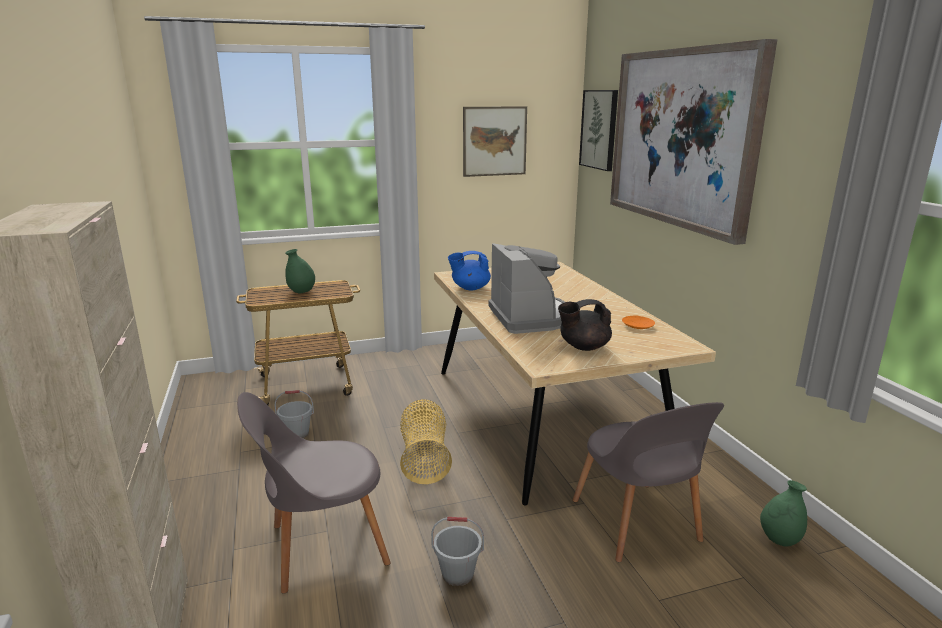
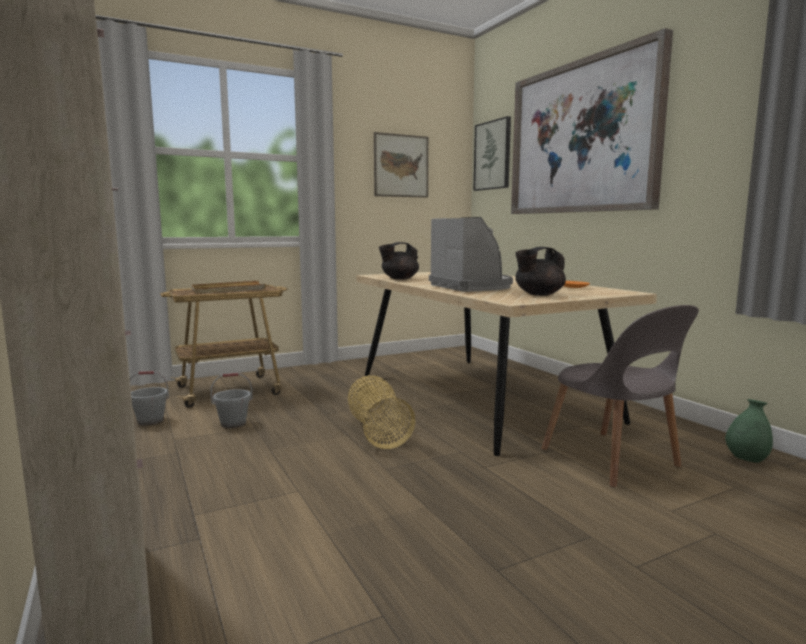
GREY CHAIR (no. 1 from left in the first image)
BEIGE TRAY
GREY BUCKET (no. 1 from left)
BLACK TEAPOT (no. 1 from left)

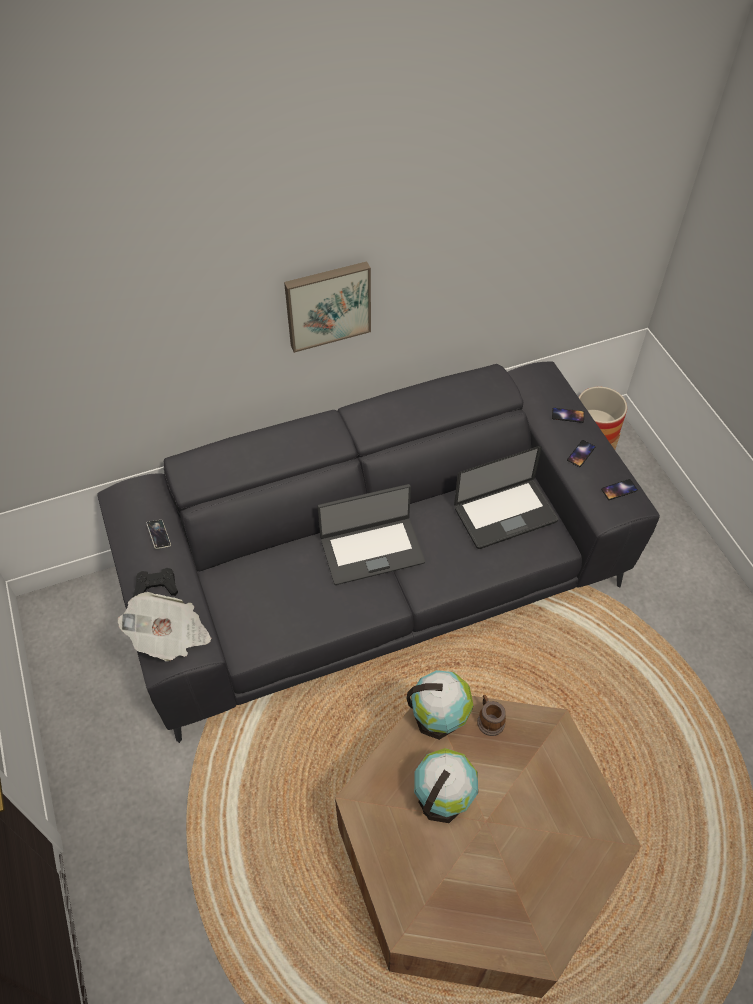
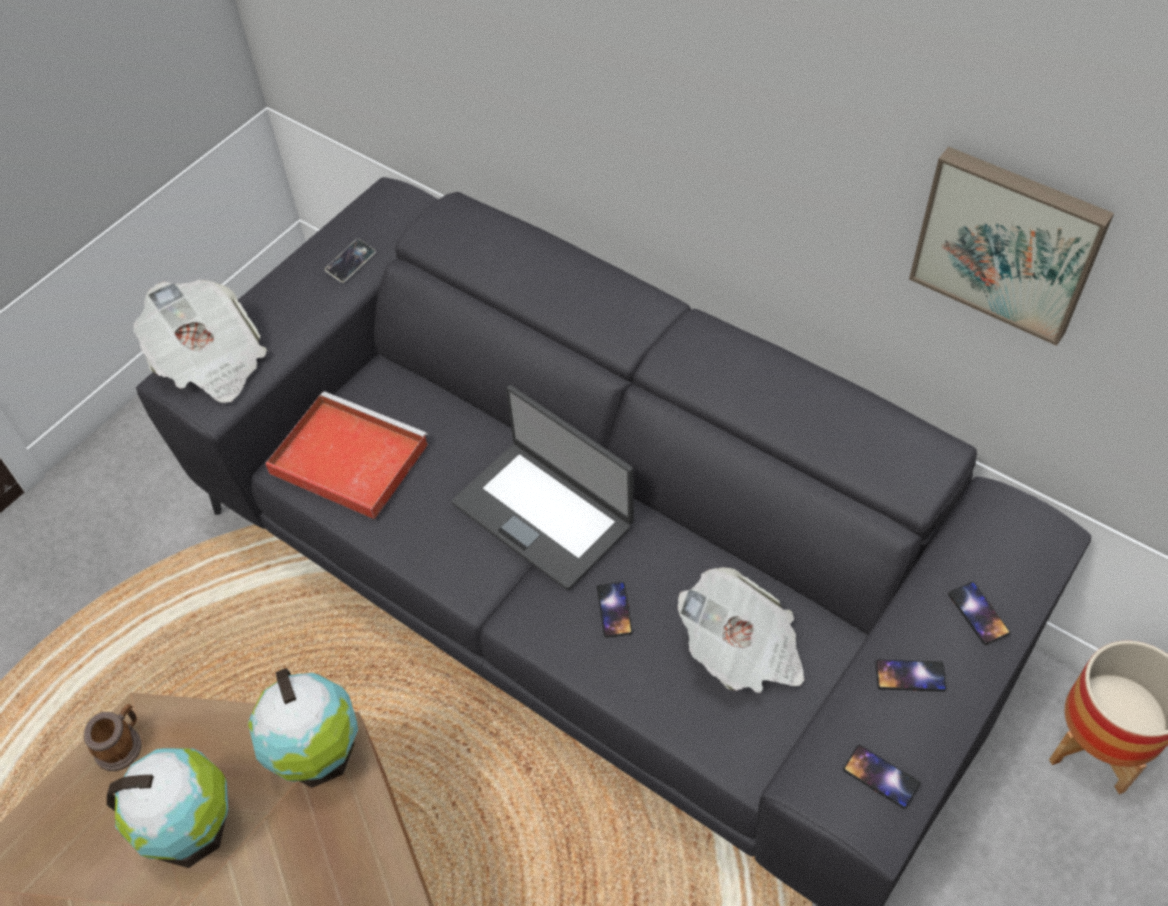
BLACK GAME CONTROLLER
PICTURE
NEWSPAPER (no. 2 from left)
MUG
RED TRAY
PHONE (no. 2 from left)

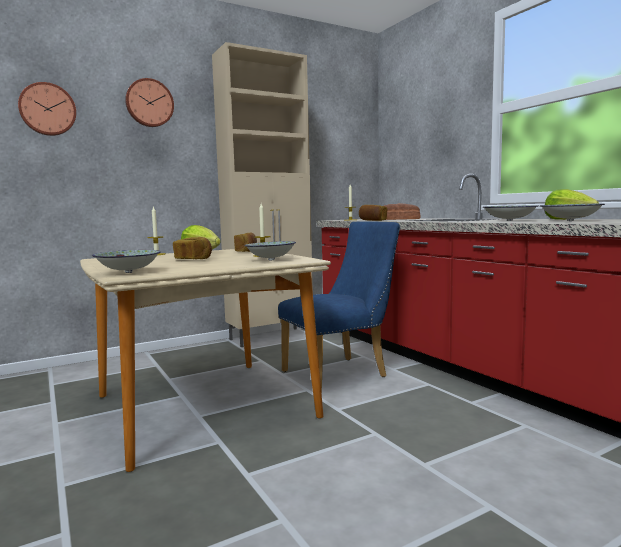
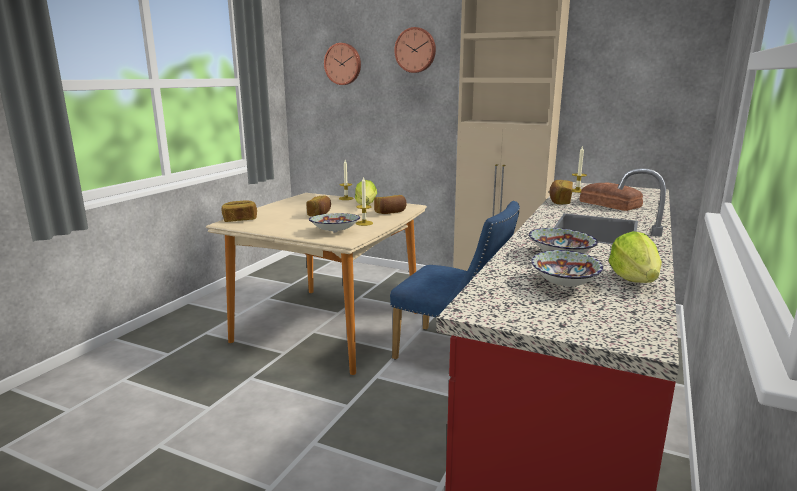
BREAD (no. 1 from left)

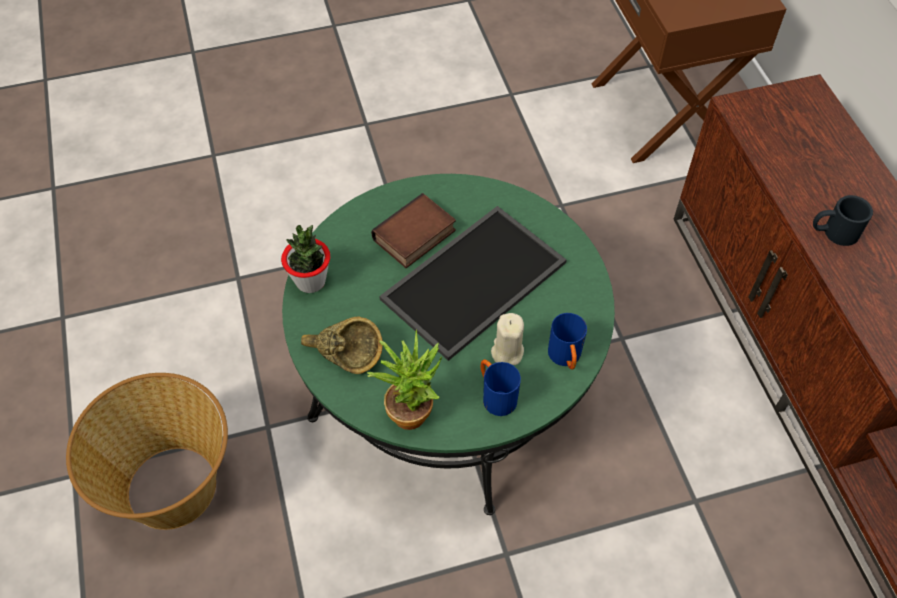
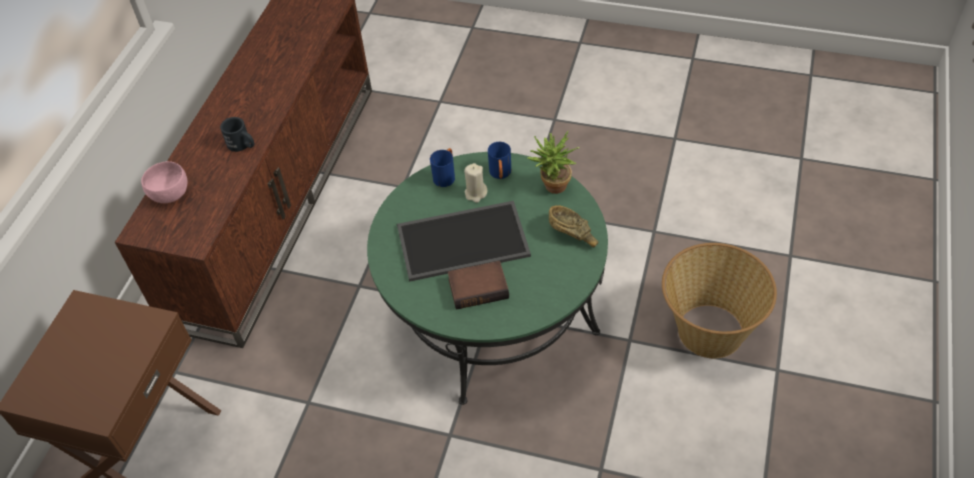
POTTED PLANT (no. 1 from left in the first image)
PINK BOWL

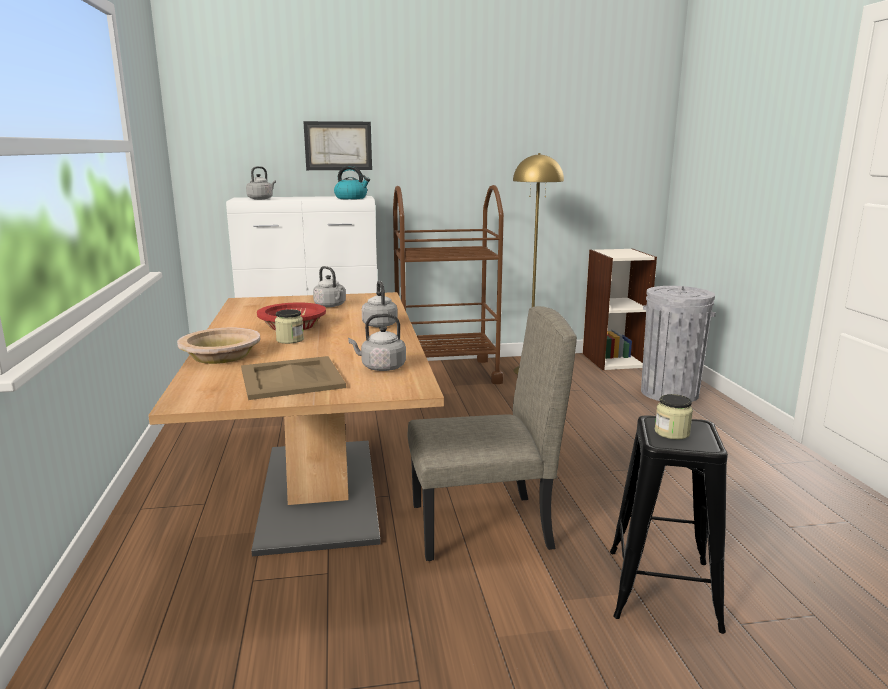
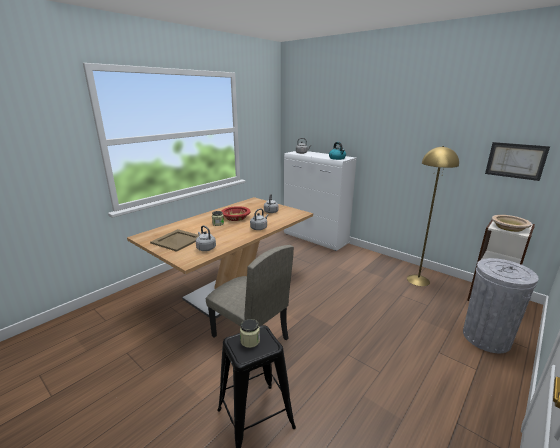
BEIGE BOWL
PICTURE
BROWN CART

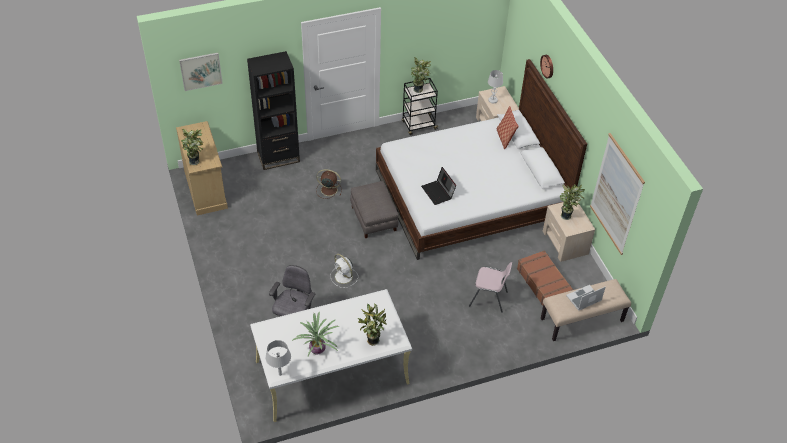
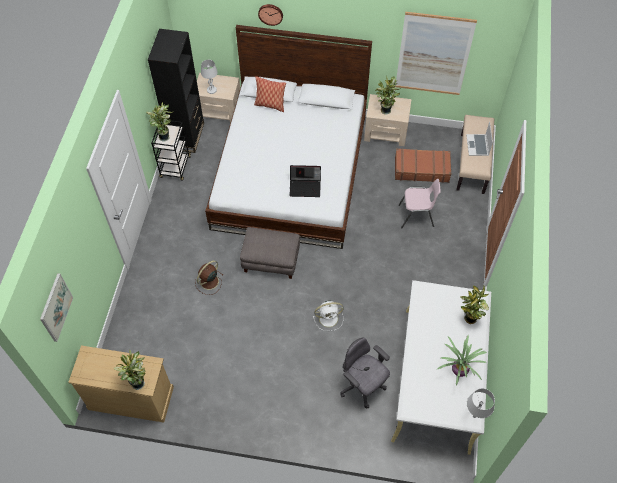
BLACK BOOKCASE
PINK CHAIR

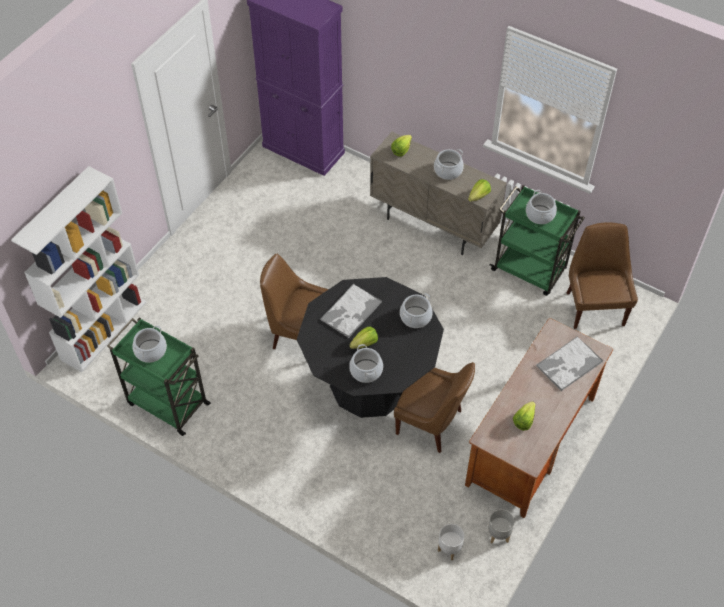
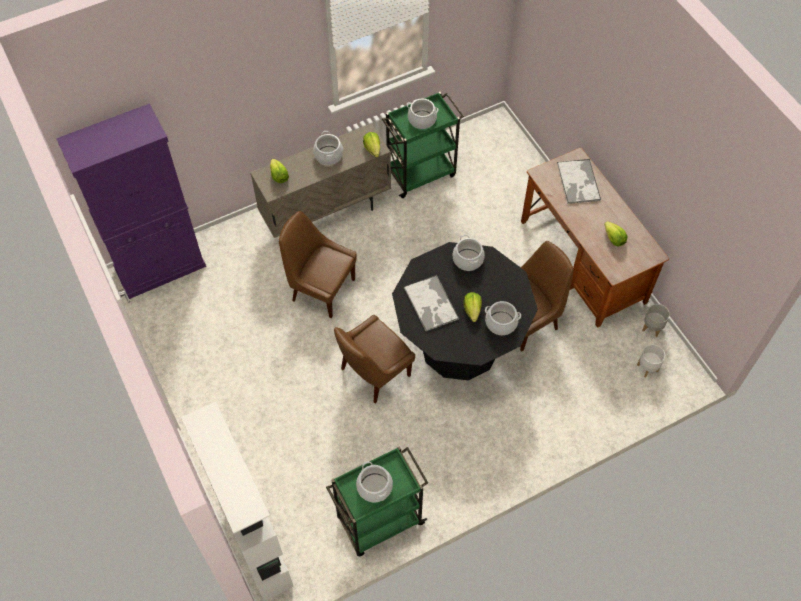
BROWN CHAIR (no. 1 from left)

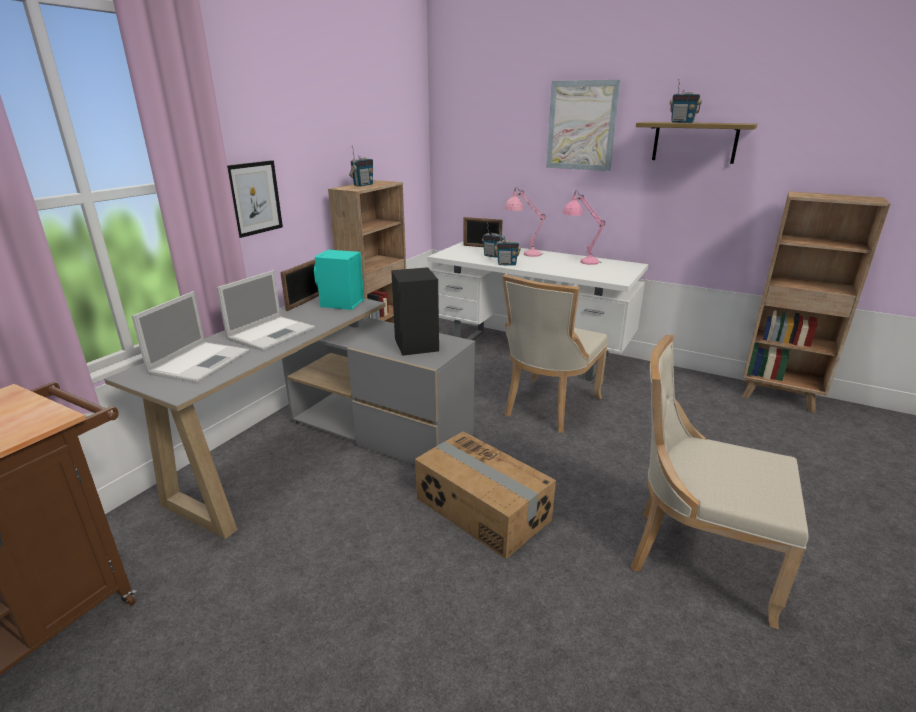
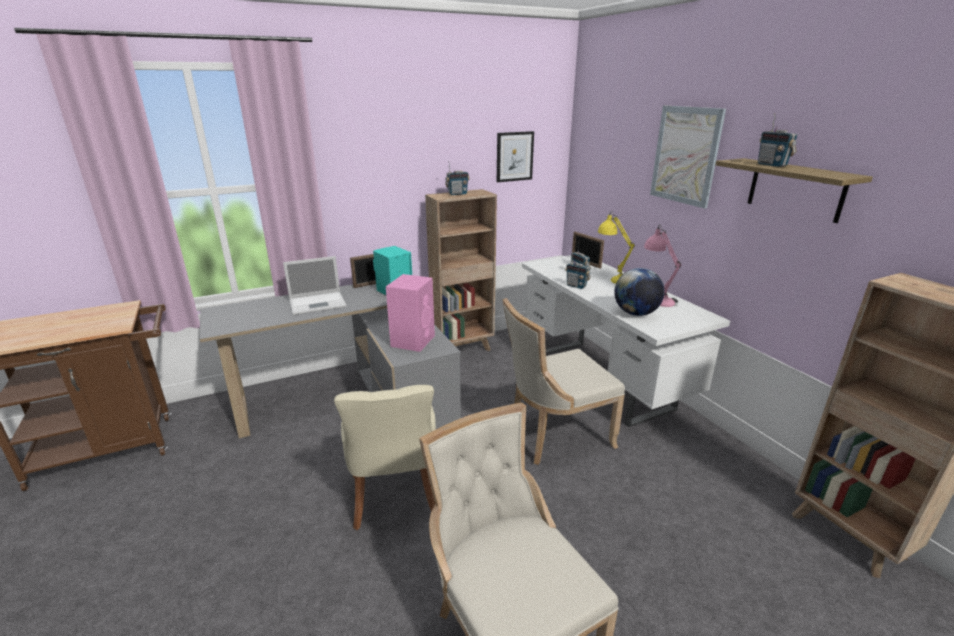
LAPTOP (no. 1 from left in the first image)
PICTURE (no. 1 from left)
PINK SPEAKER
BEIGE CHAIR (no. 1 from left)
YELLOW TABLE LAMP
GLOBE

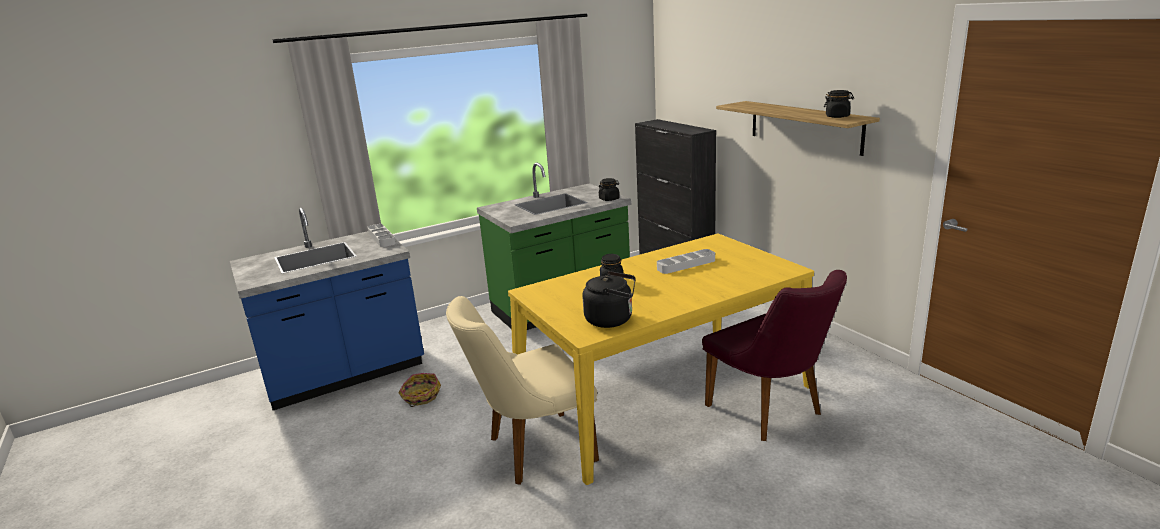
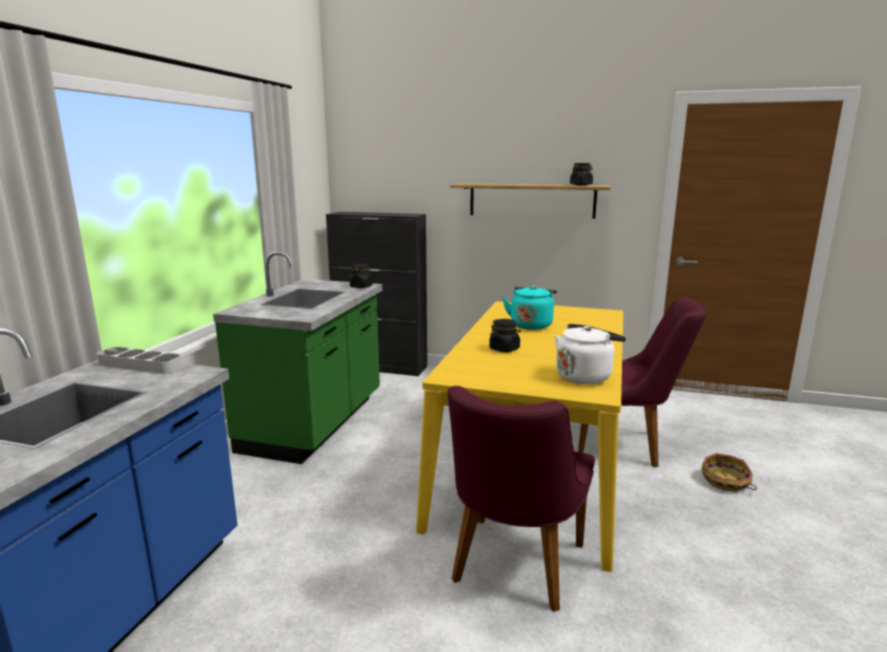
BASKET
PURPLE CHAIR (no. 1 from left)
WHITE KETTLE
TURQUOISE KETTLE

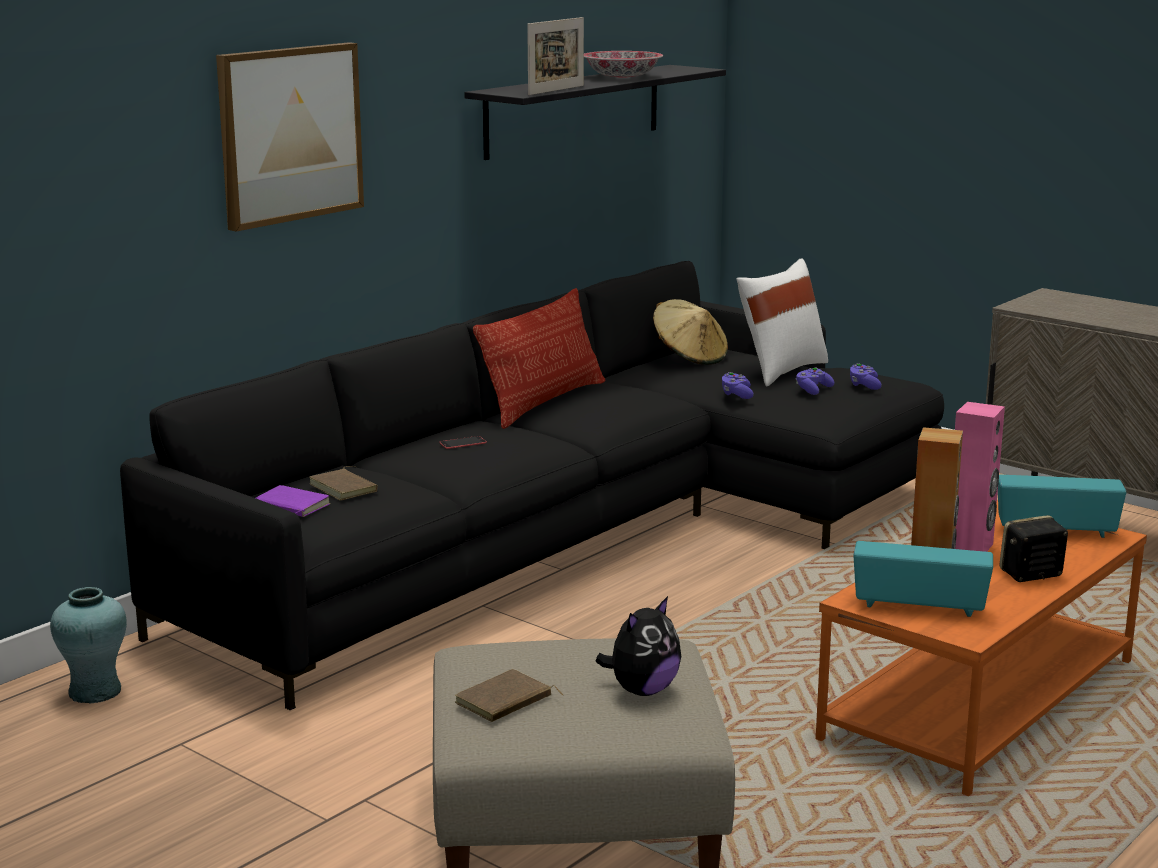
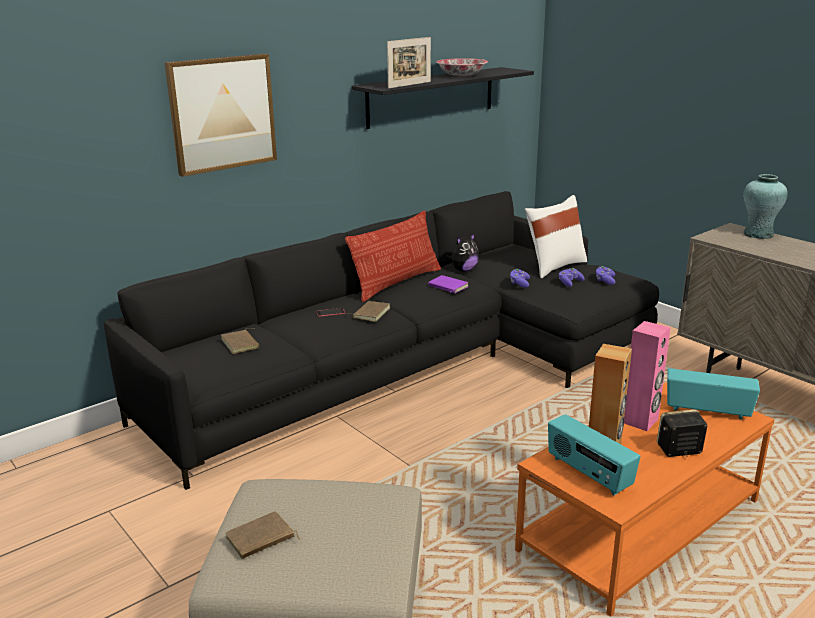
TURQUOISE VASE
PURPLE BOOK
PLUSH TOY
BEIGE HAT
RADIO (no. 1 from left)
BROWN BOOK (no. 3 from left)

